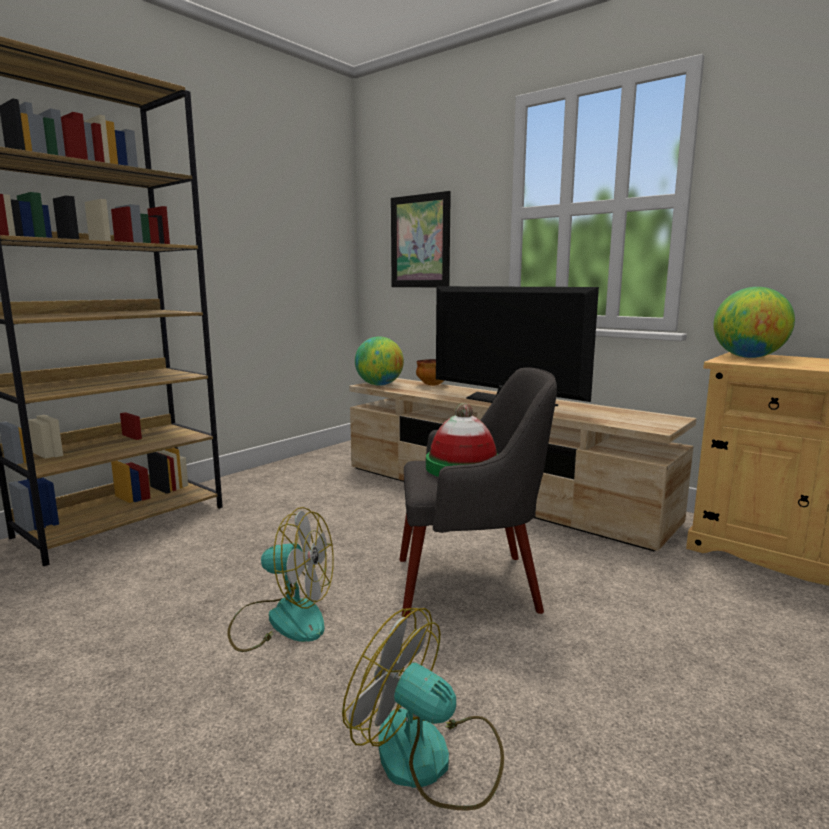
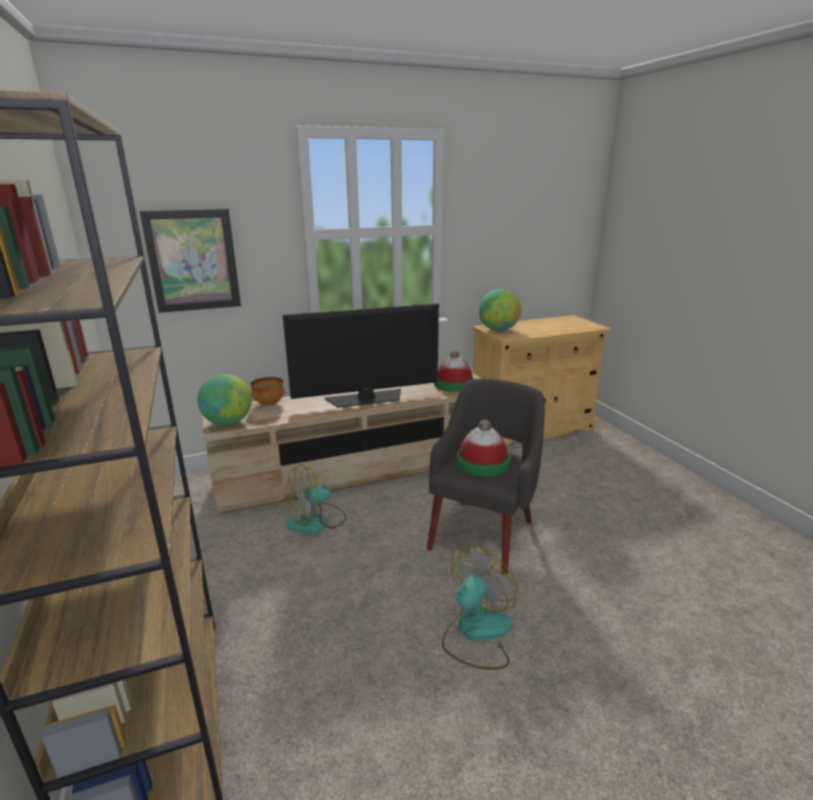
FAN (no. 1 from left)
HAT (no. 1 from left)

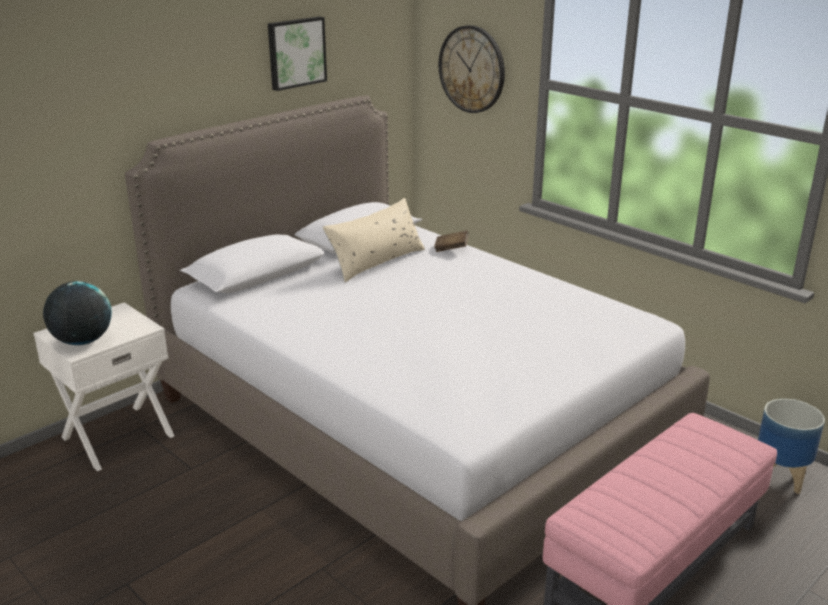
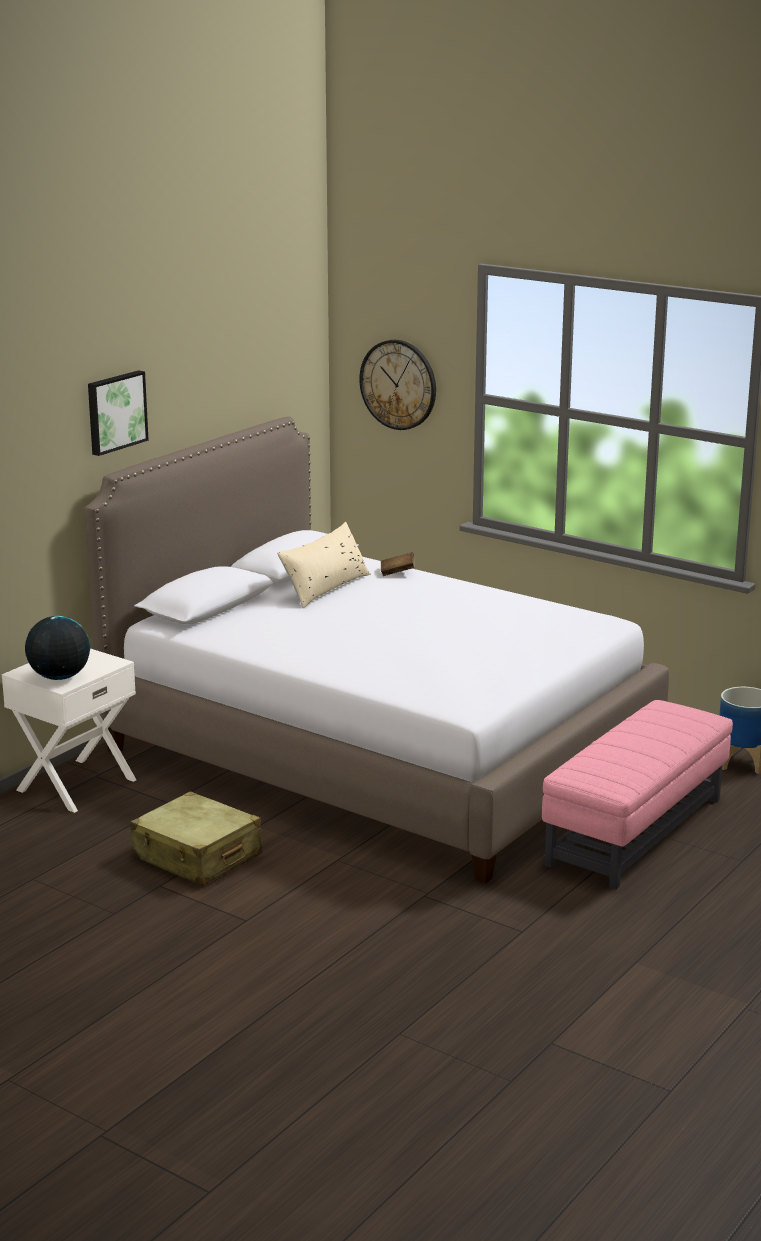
PICTURE
BEIGE SUITCASE

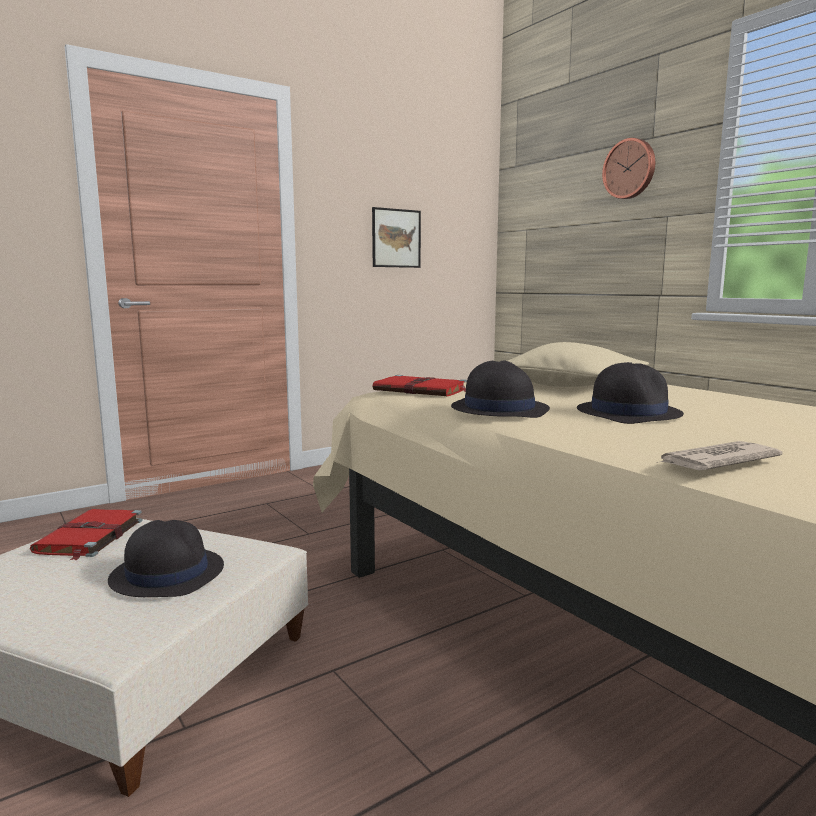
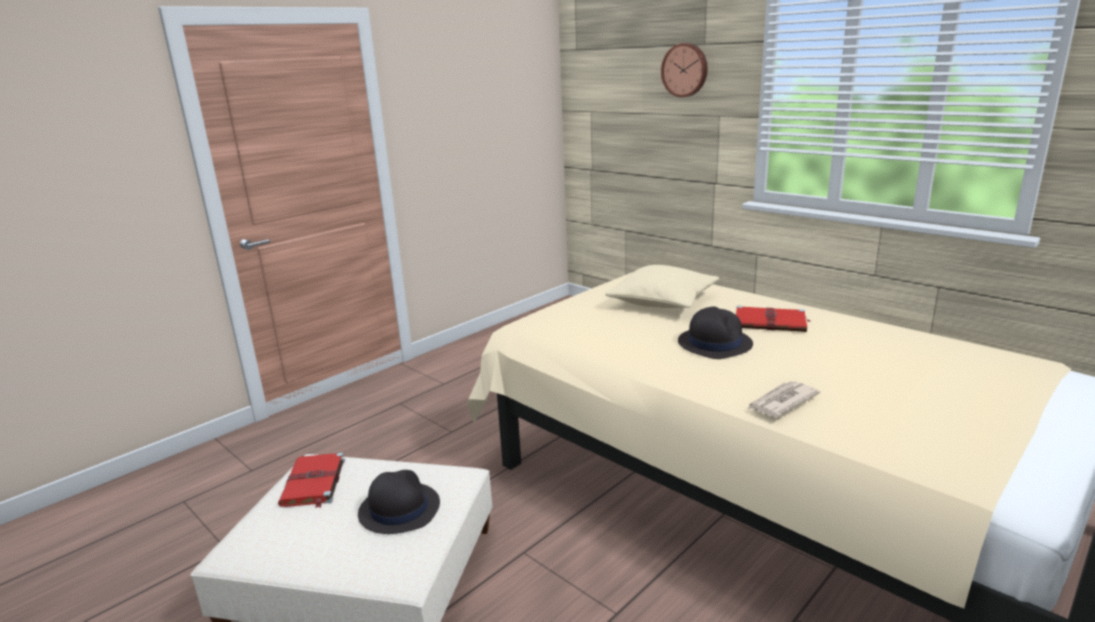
PICTURE
RED BOOK (no. 2 from left)
BLACK HAT (no. 2 from left in the first image)

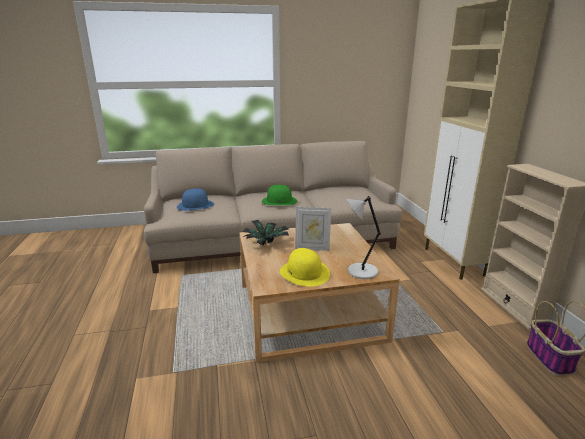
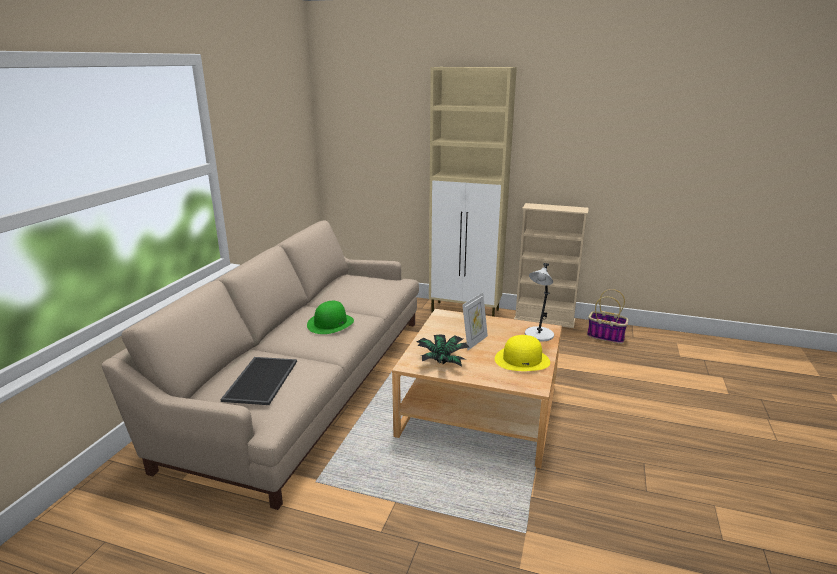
TRAY

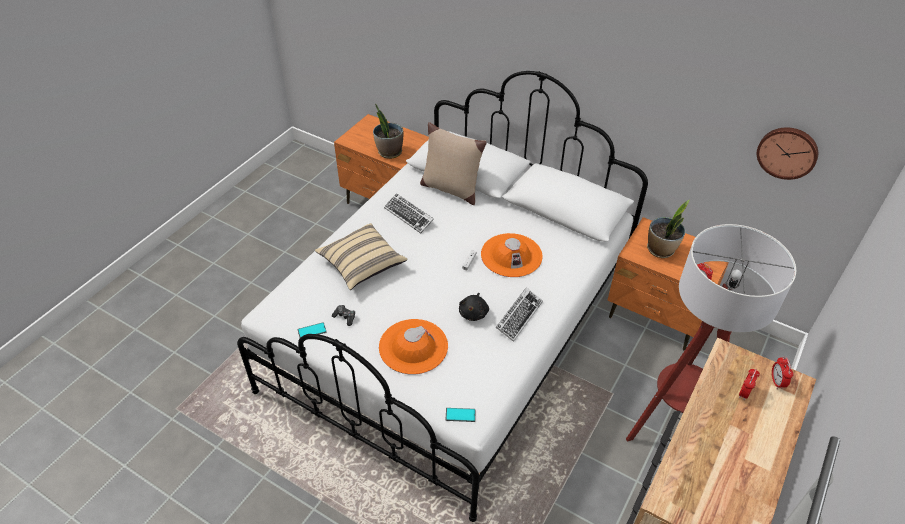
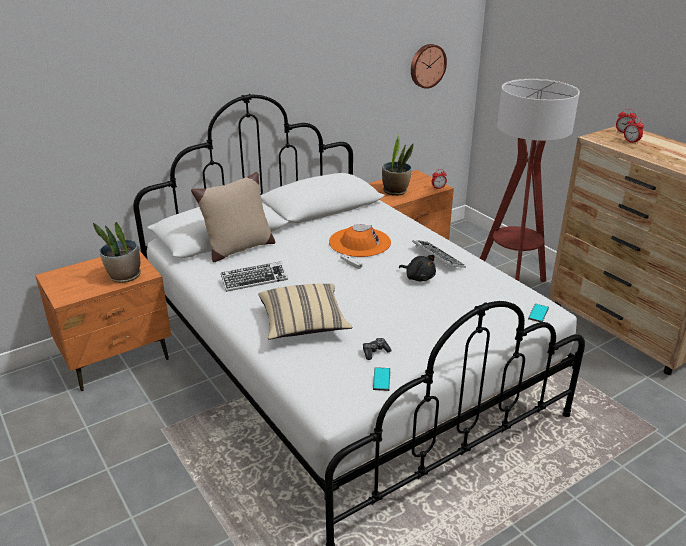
ORANGE HAT (no. 1 from left in the first image)

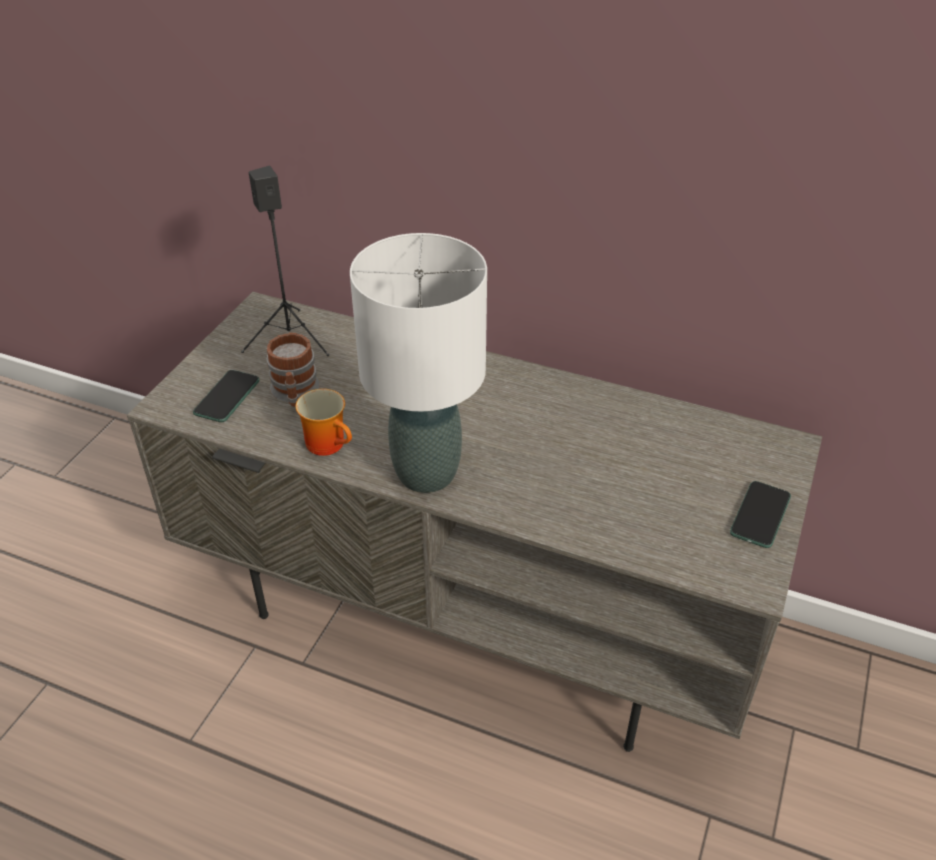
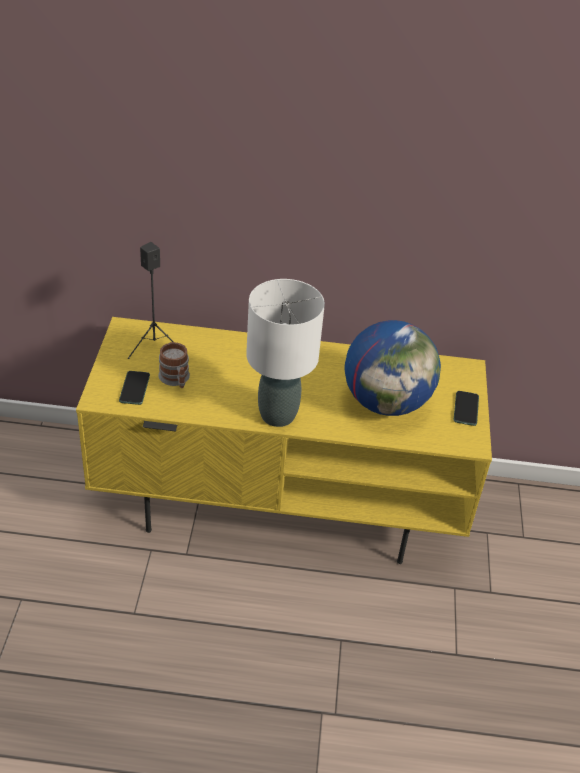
YELLOW TV STAND
MUG (no. 2 from left in the first image)
GLOBE

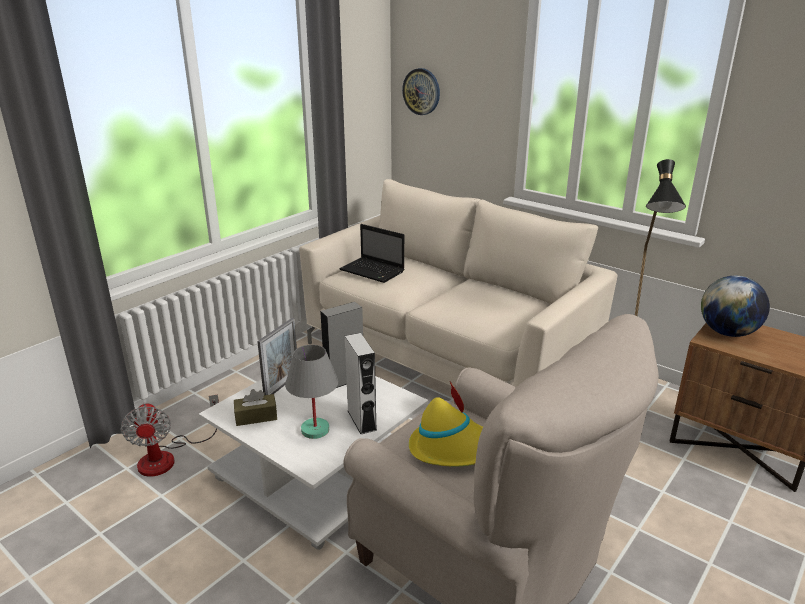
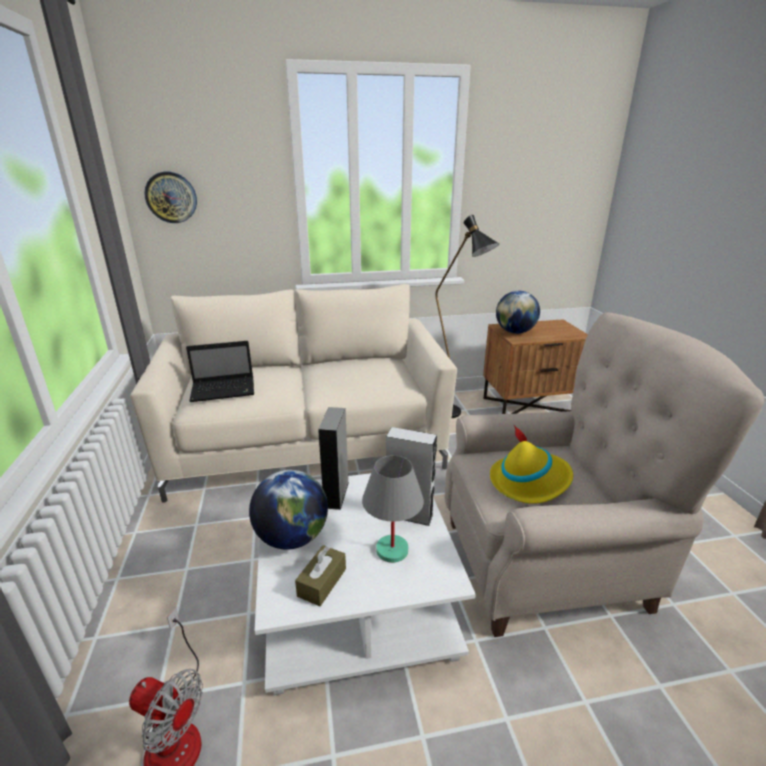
GLOBE (no. 1 from left)

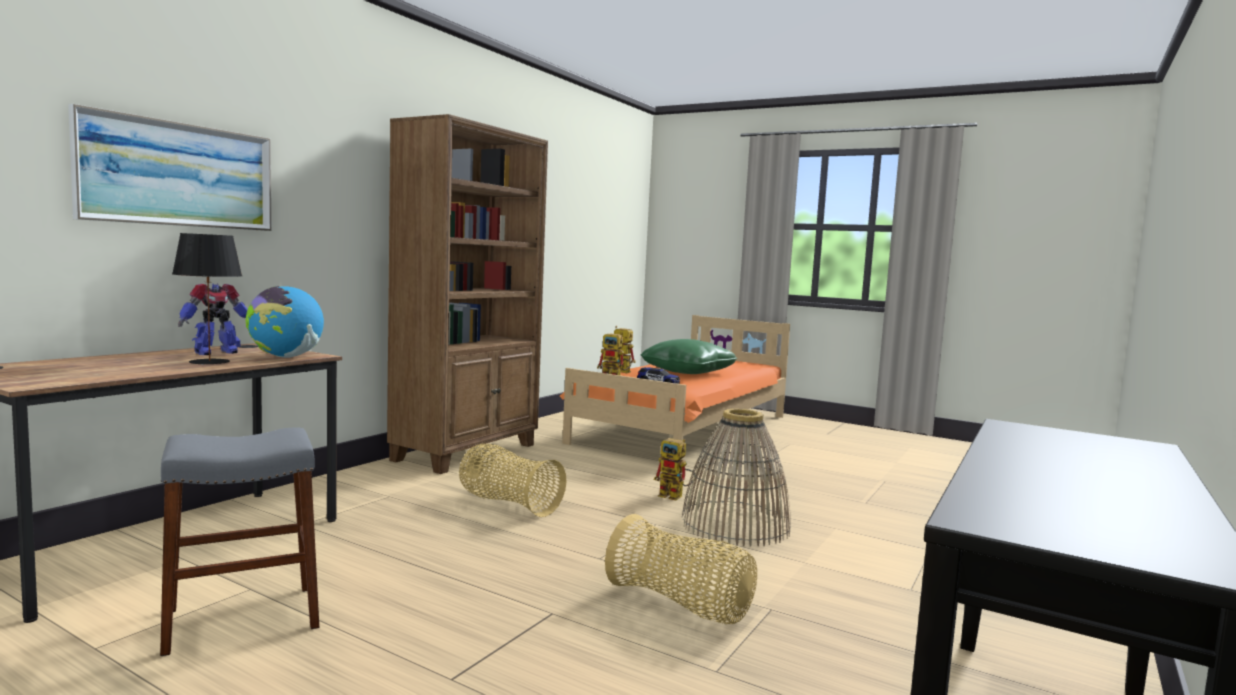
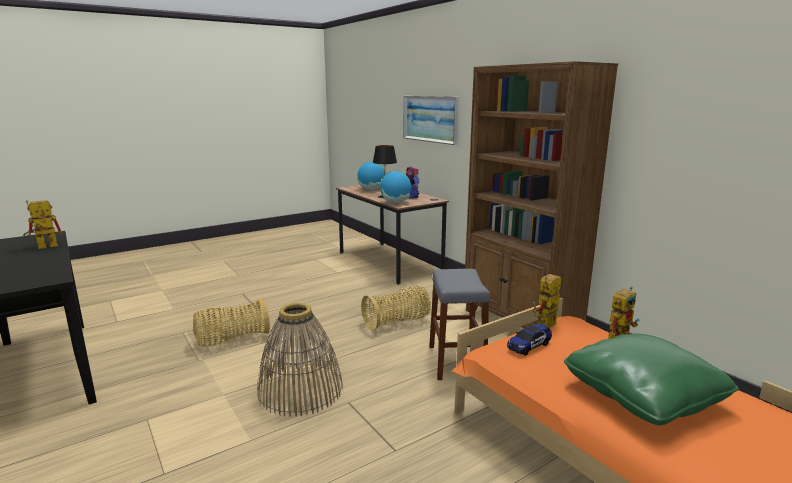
GREY STOOL
TOY ROBOT (no. 1 from left)
GLOBE (no. 1 from left)

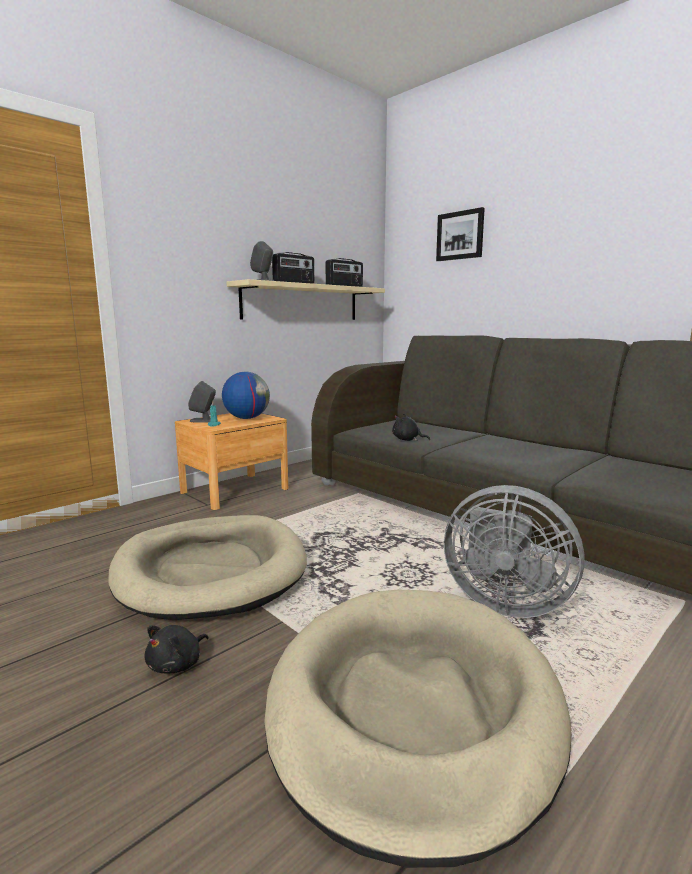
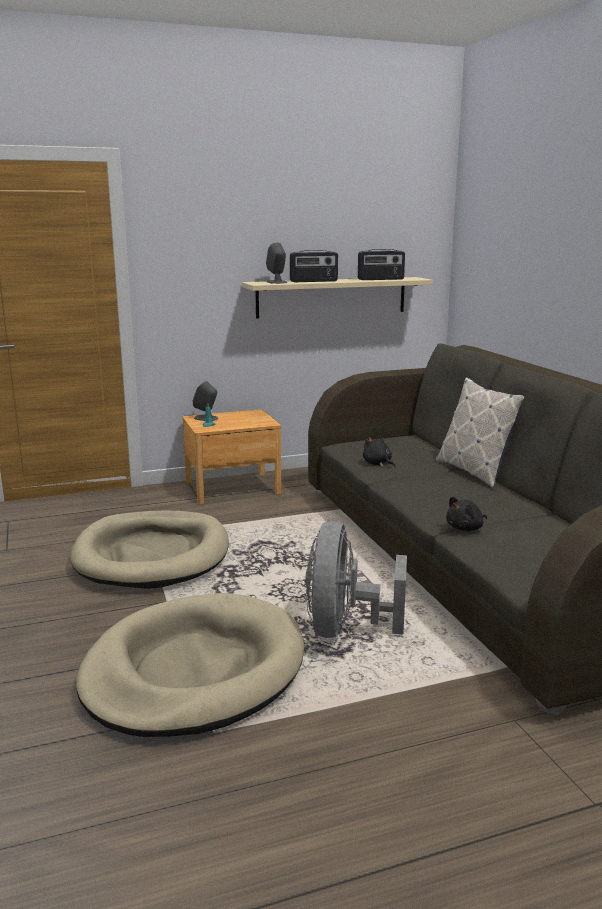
BLACK PLUSH TOY (no. 2 from left)
GLOBE
PICTURE
GREY FAN
PILLOW

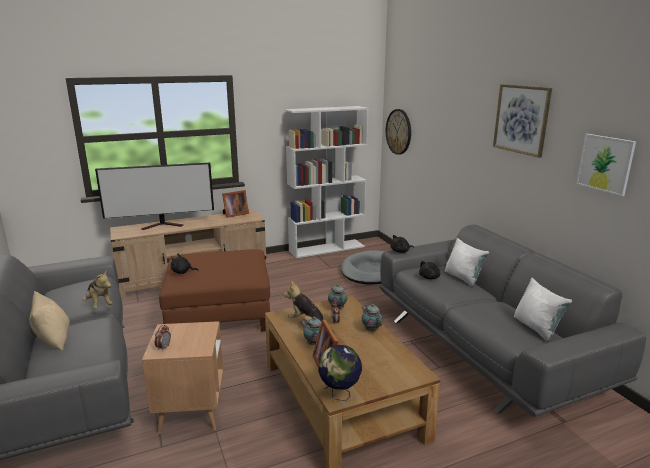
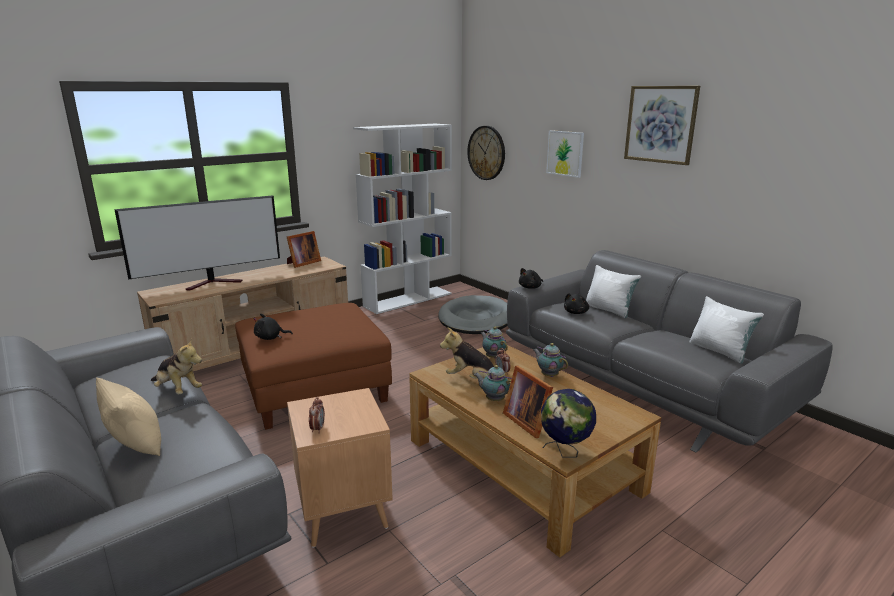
PICTURE (no. 1 from left)

